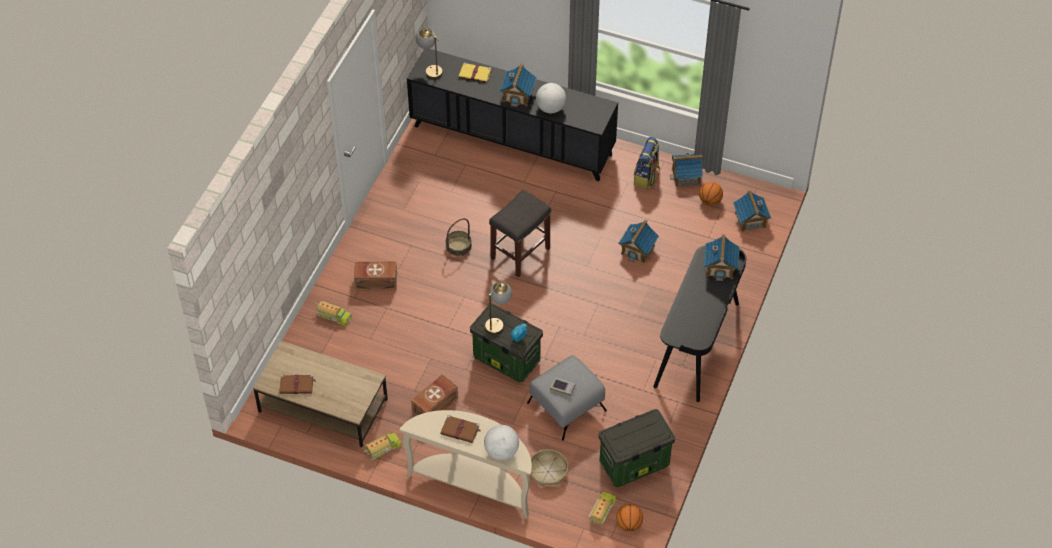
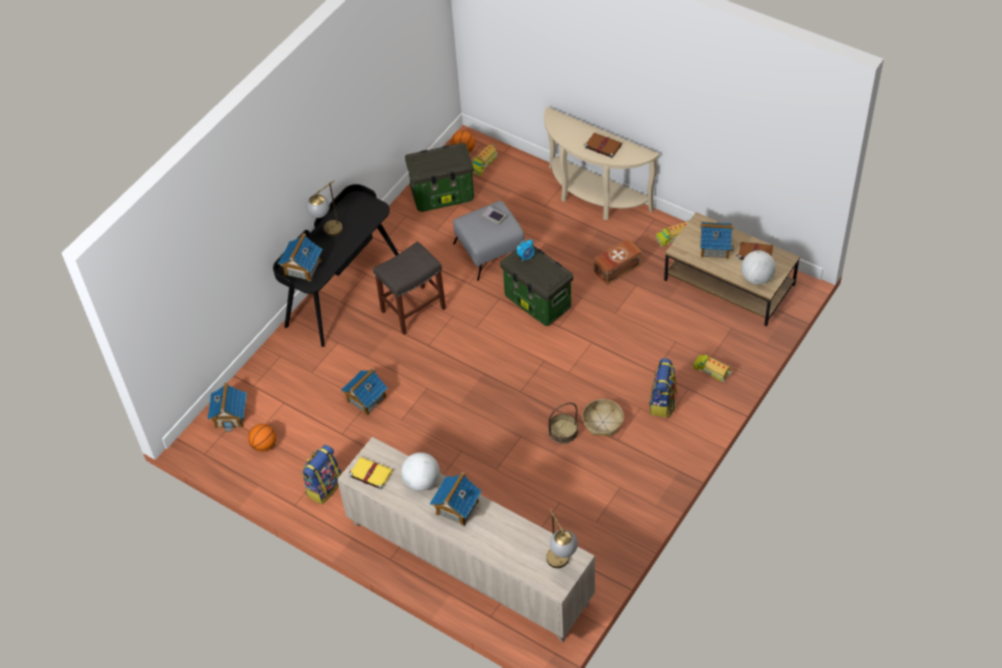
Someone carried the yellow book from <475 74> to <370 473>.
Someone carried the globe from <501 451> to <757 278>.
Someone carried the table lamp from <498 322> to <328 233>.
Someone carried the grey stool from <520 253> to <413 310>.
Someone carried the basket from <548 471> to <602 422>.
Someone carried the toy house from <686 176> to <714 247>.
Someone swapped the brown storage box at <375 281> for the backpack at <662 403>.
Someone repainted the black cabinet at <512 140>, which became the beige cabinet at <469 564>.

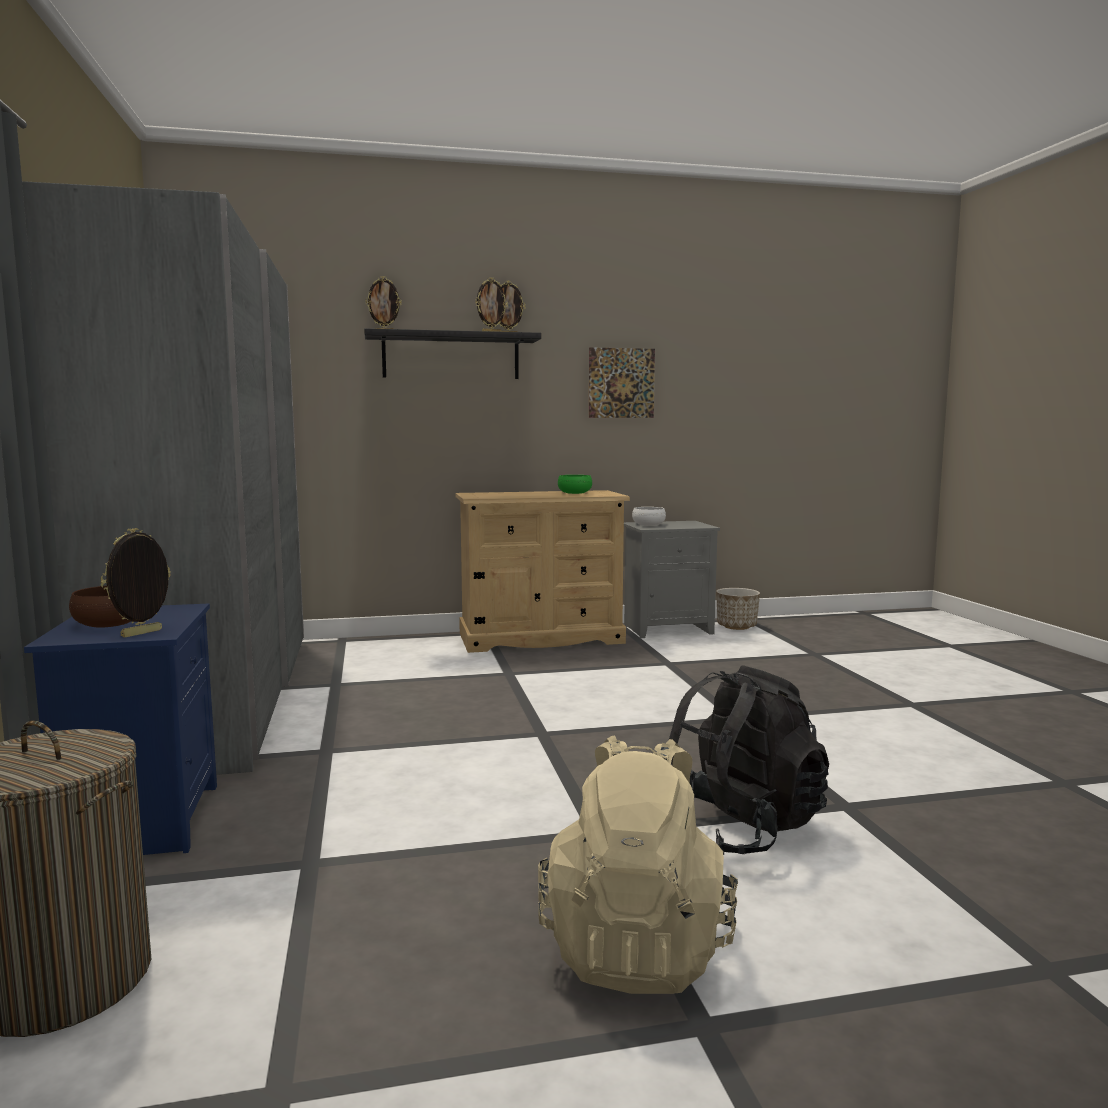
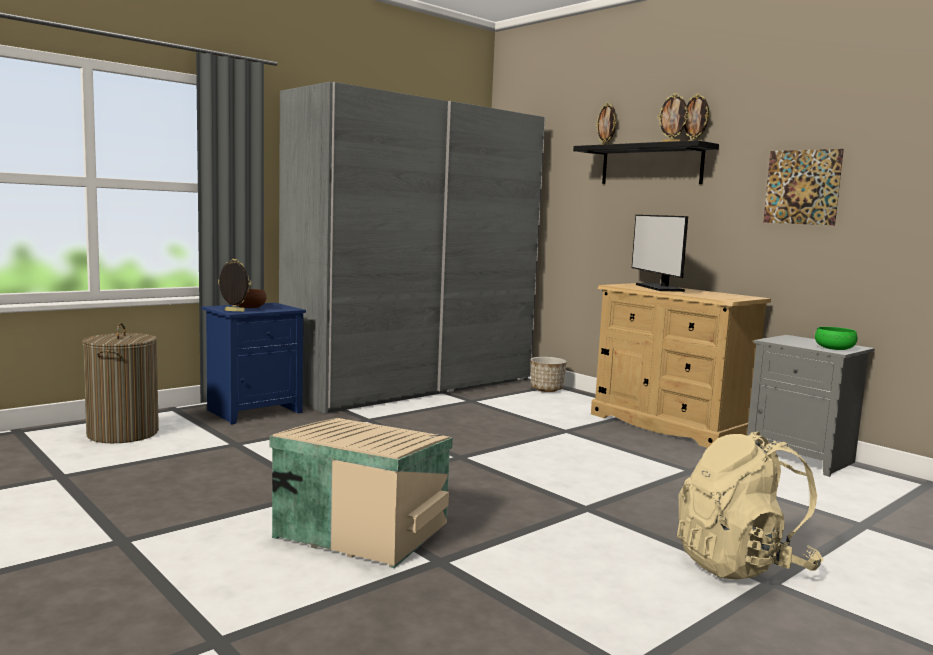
Someone took away the white bowl at <648 524>.
Someone put down the monitor at <659 288>.
Someone carried the beige backpack from <637 947> to <742 565>.
Someone carried the green bowl from <575 493> to <834 348>.
Someone carried the planter from <737 626> to <546 389>.
Someone swapped the black backpack at <740 828> for the beige storage box at <362 528>.

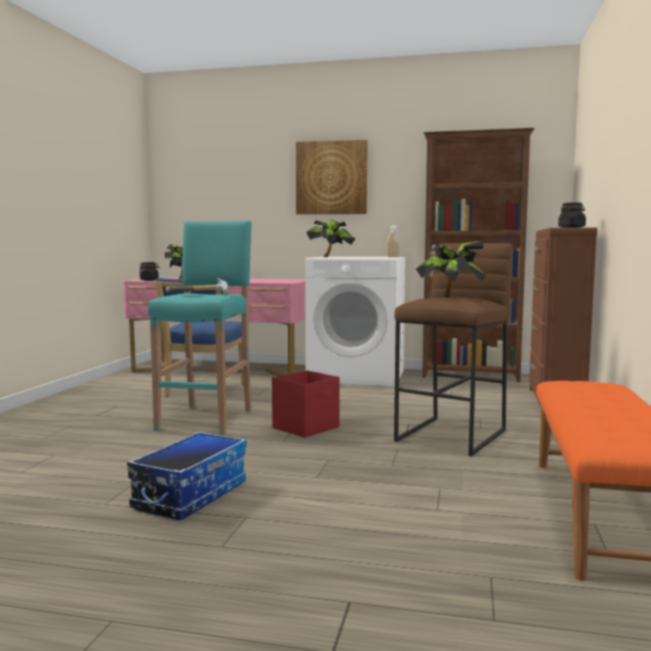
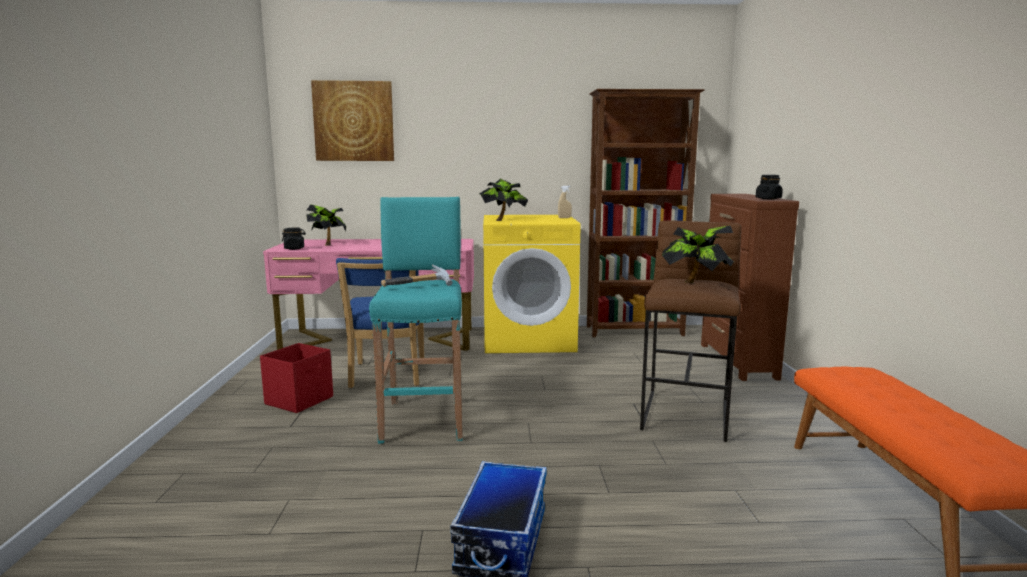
Someone carried the red storage box from <306 427> to <300 400>.
Someone carried the picture from <331 178> to <354 121>.
Someone repainted the white washing machine at <357 376>, which became the yellow washing machine at <529 340>.

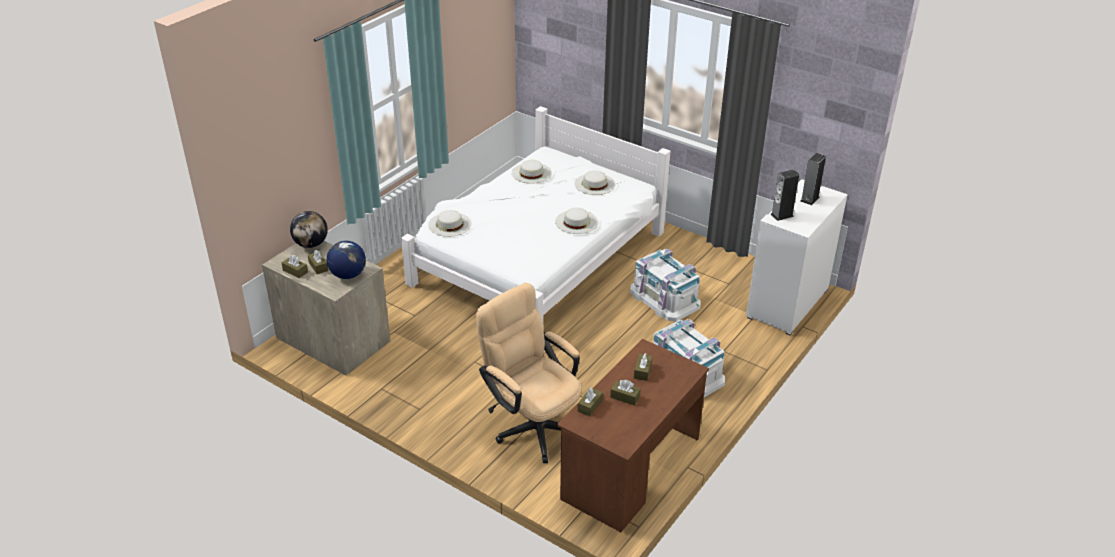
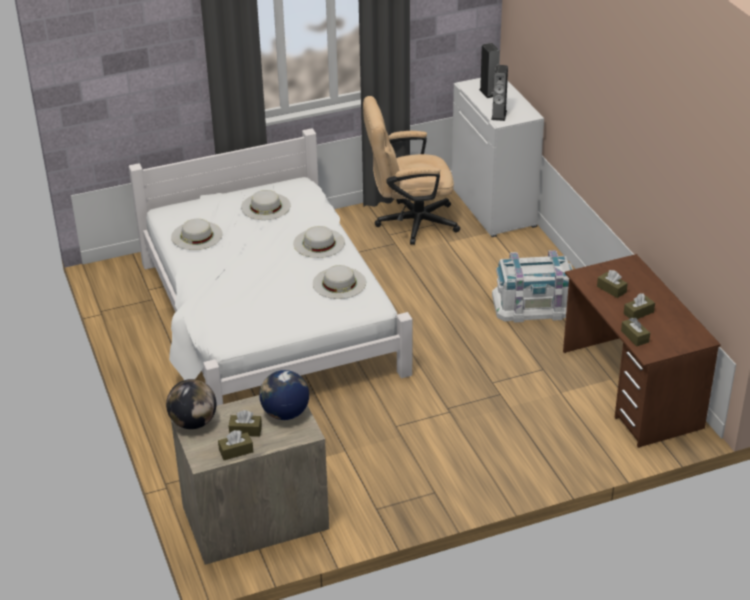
Someone took away the white storage box at <665 298>.
Someone carried the white hat from <449 224> to <339 283>.
Someone carried the beige office chair from <532 424> to <409 222>.

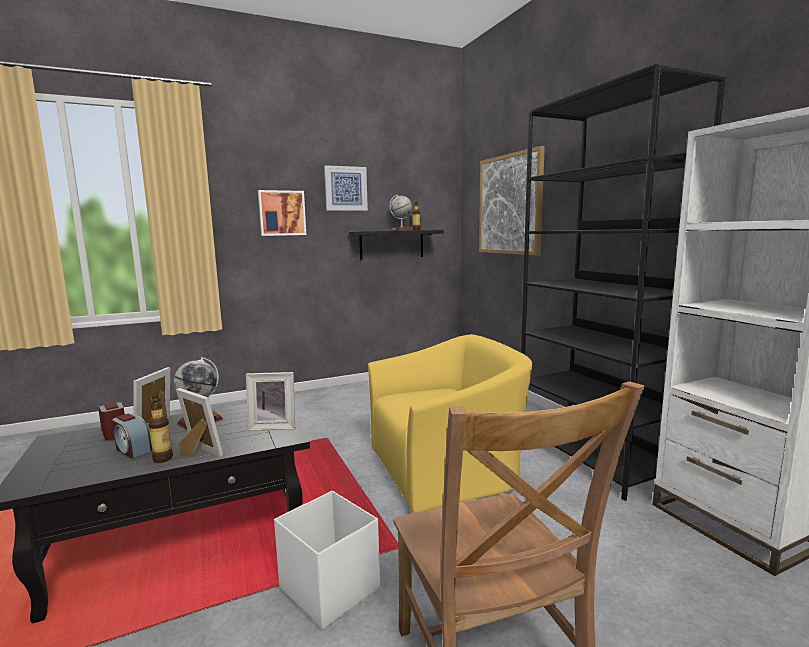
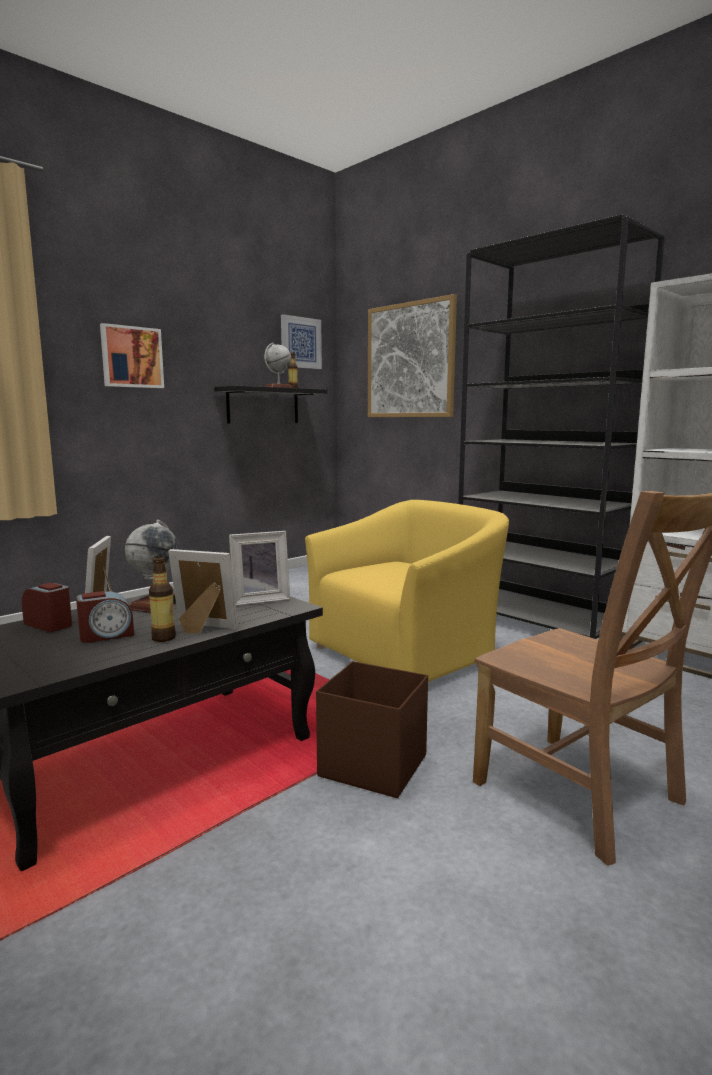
Someone carried the picture from <345 188> to <300 342>.
Someone repainted the white storage box at <329 587>, which became the brown storage box at <372 765>.
Someone rotated the alarm clock at <133 449> by 45 degrees counterclockwise.

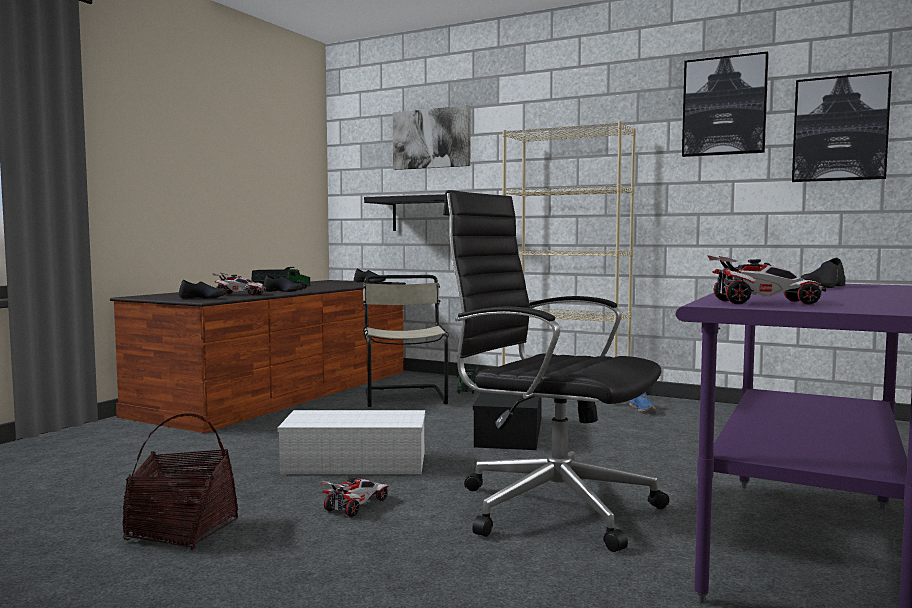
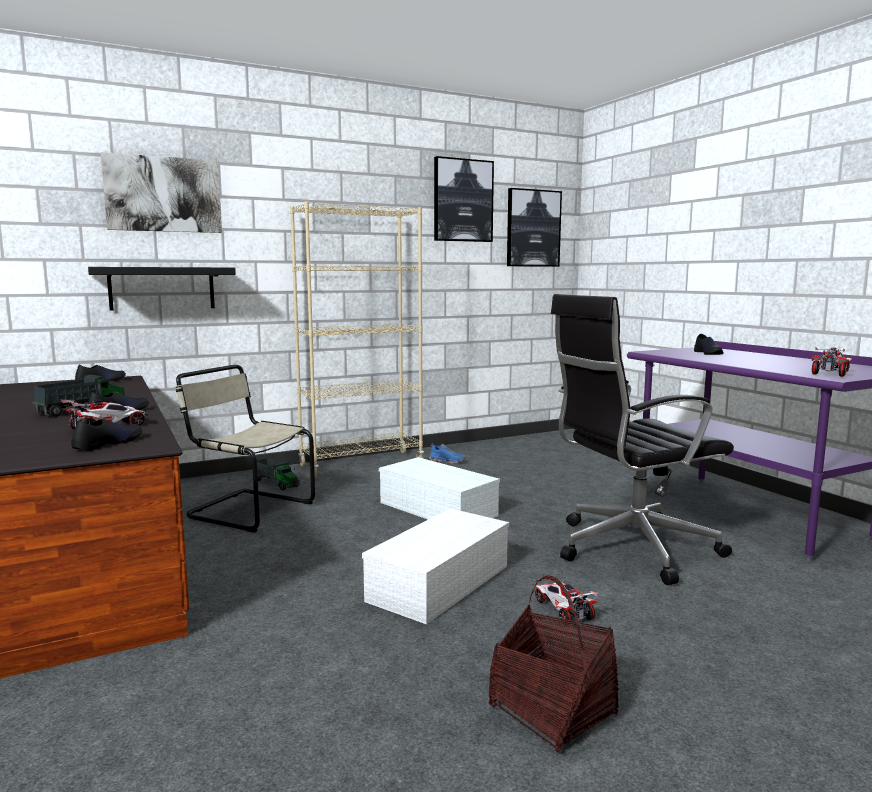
Someone repainted the black storage box at <511 432>, which became the white storage box at <439 509>.

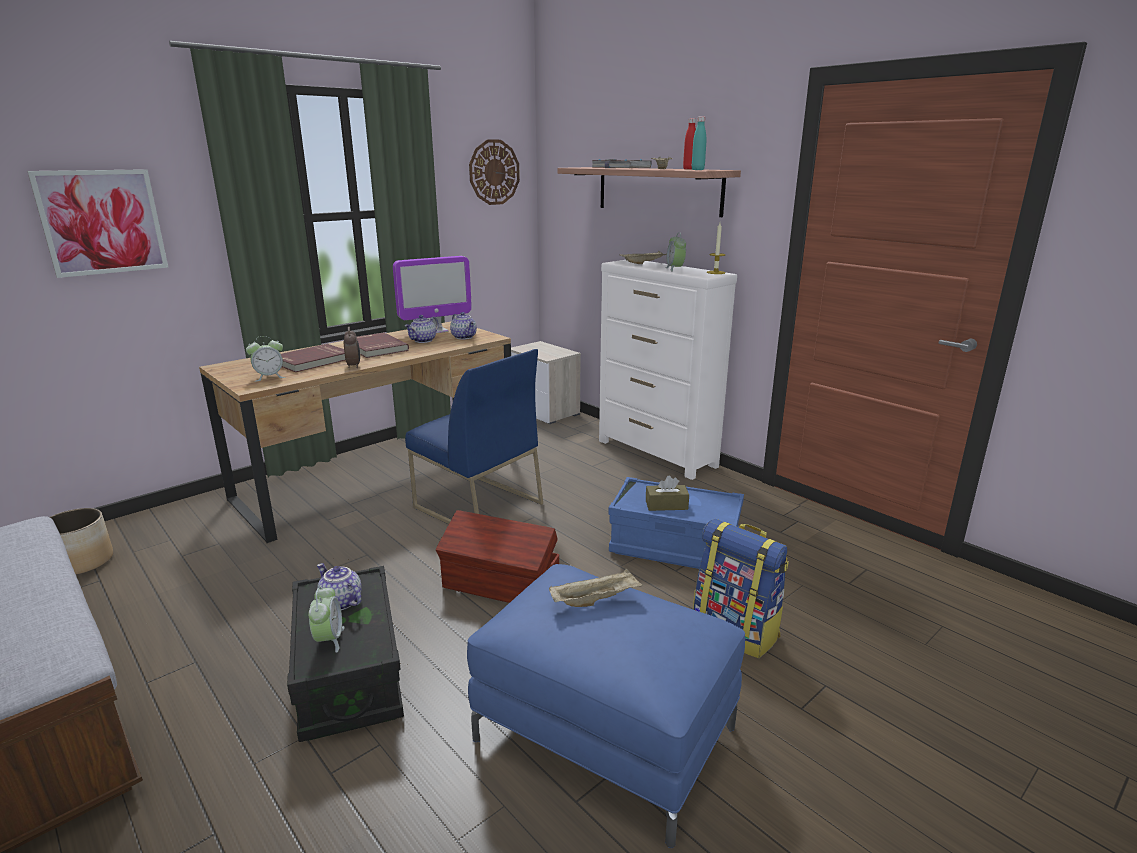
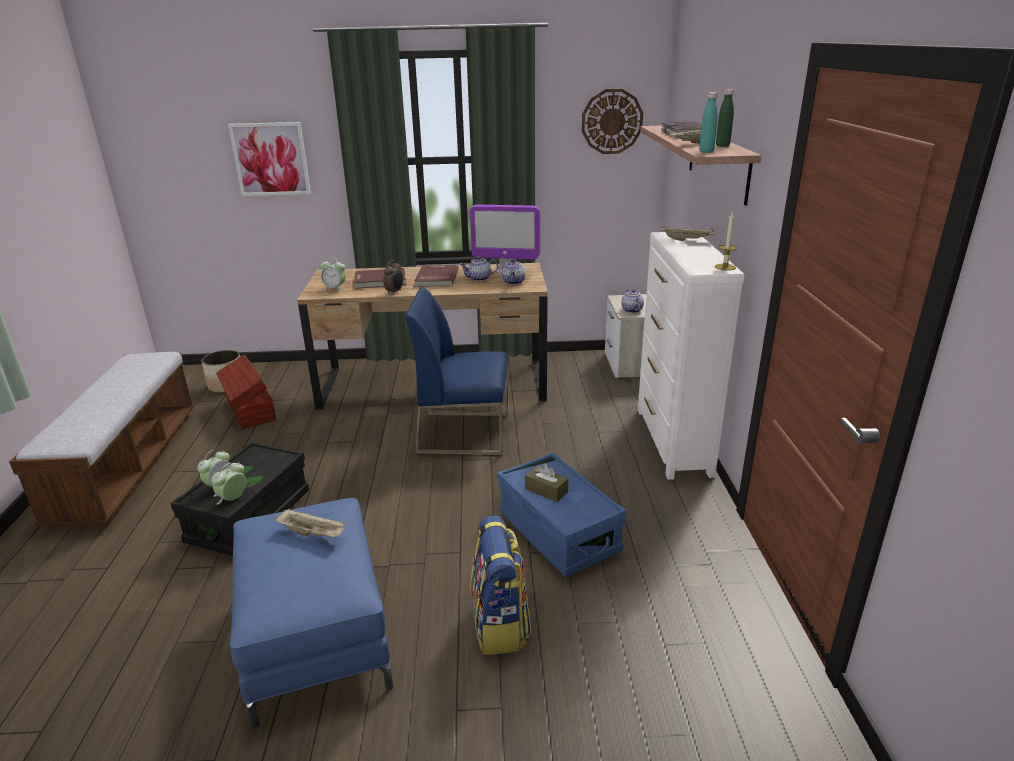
Someone carried the teapot from <340 602> to <631 310>.
Someone carried the brown storage box from <501 586> to <250 410>.
Someone carried the alarm clock from <675 269> to <233 499>.
Someone repainted the red bottle at <689 169>, which became the green bottle at <722 146>.
Someone rotated the blue chair at <477 505> by 105 degrees clockwise.

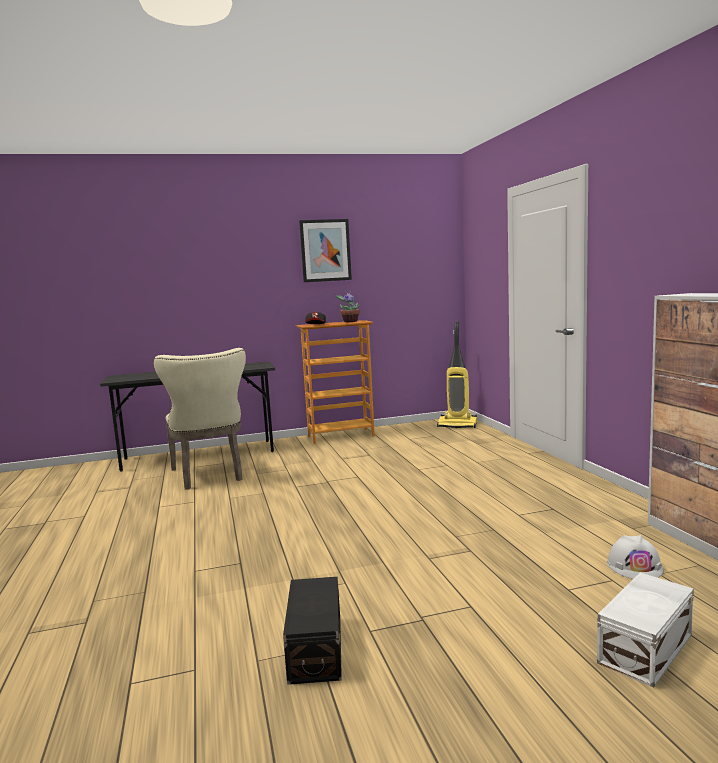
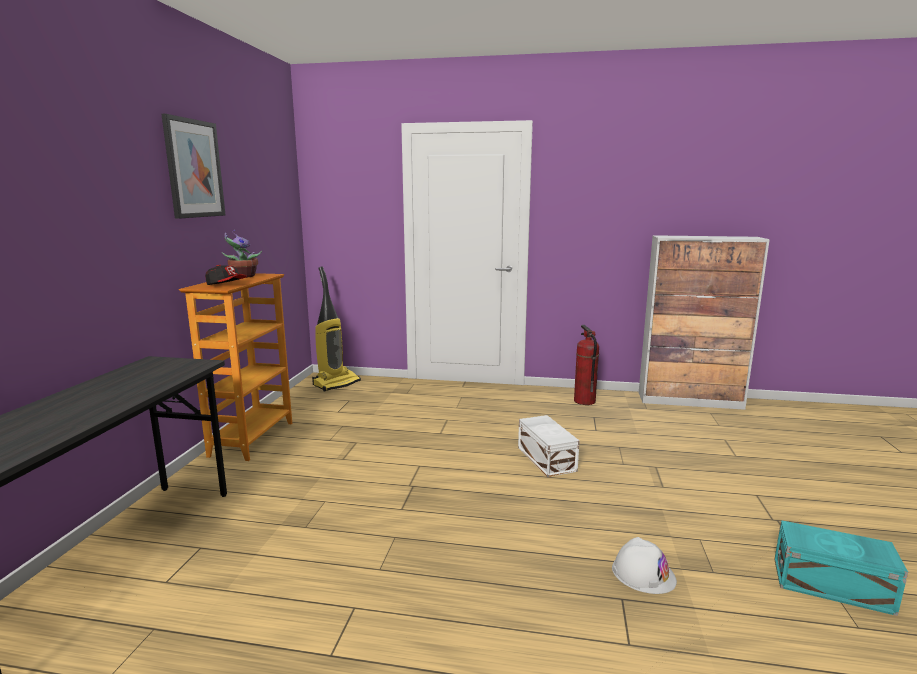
Someone took away the beige chair at <210 475>.
Someone put down the fire extinguisher at <584 401>.
Someone carried the white storage box from <647 648> to <546 458>.
Someone carried the white hard hat from <634 566> to <643 573>.
Someone repainted the black storage box at <314 650>, which became the turquoise storage box at <833 587>.

